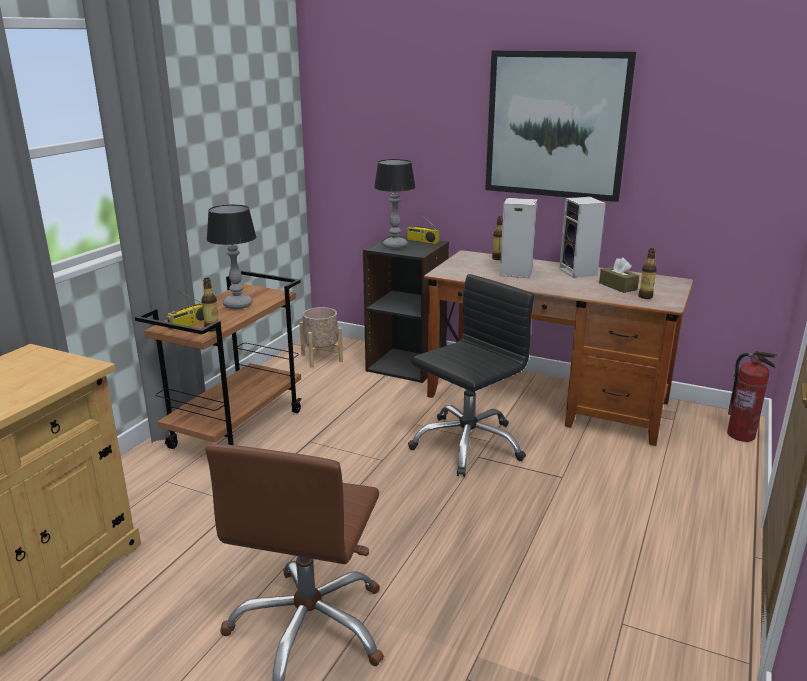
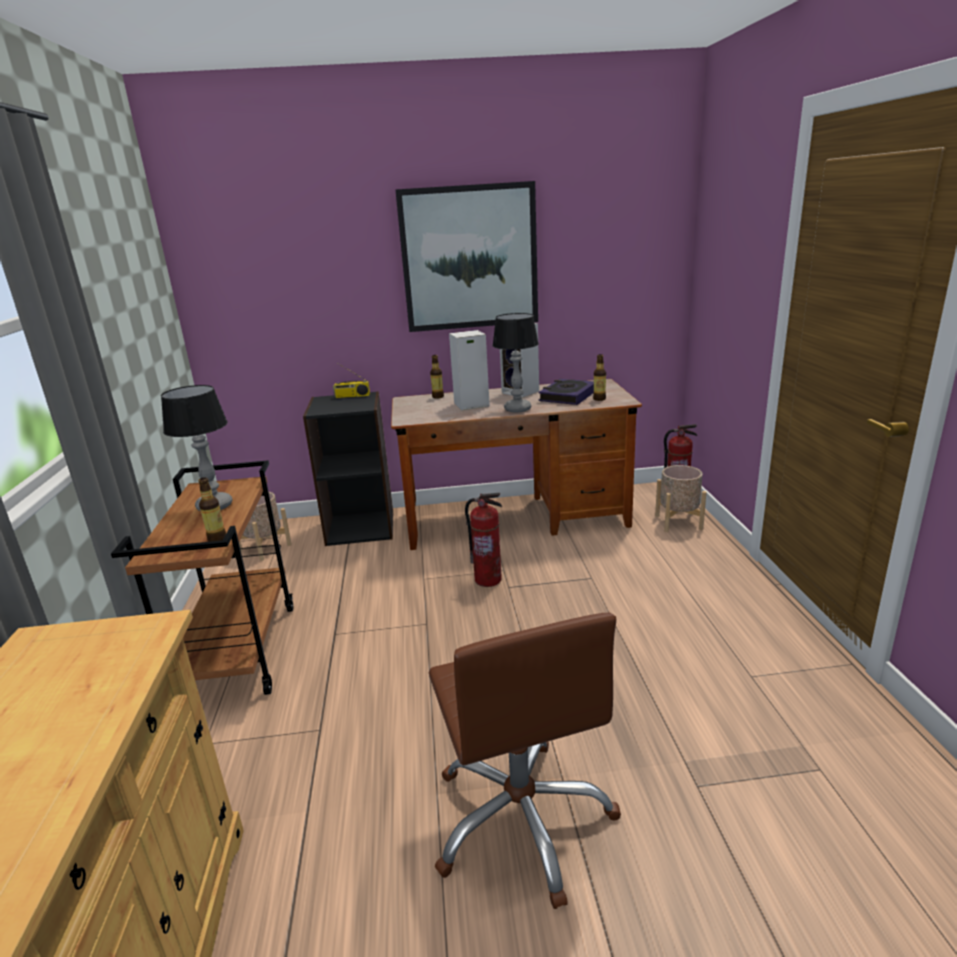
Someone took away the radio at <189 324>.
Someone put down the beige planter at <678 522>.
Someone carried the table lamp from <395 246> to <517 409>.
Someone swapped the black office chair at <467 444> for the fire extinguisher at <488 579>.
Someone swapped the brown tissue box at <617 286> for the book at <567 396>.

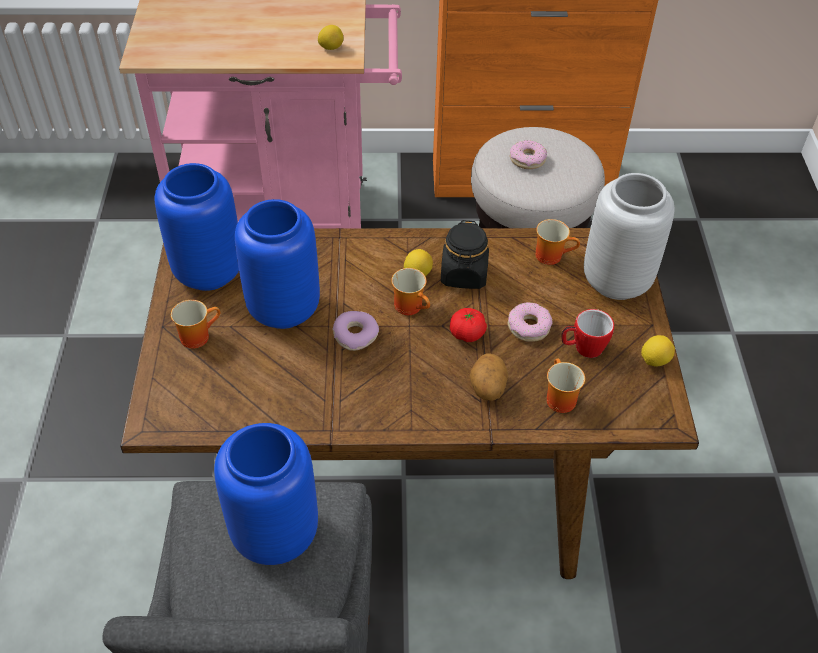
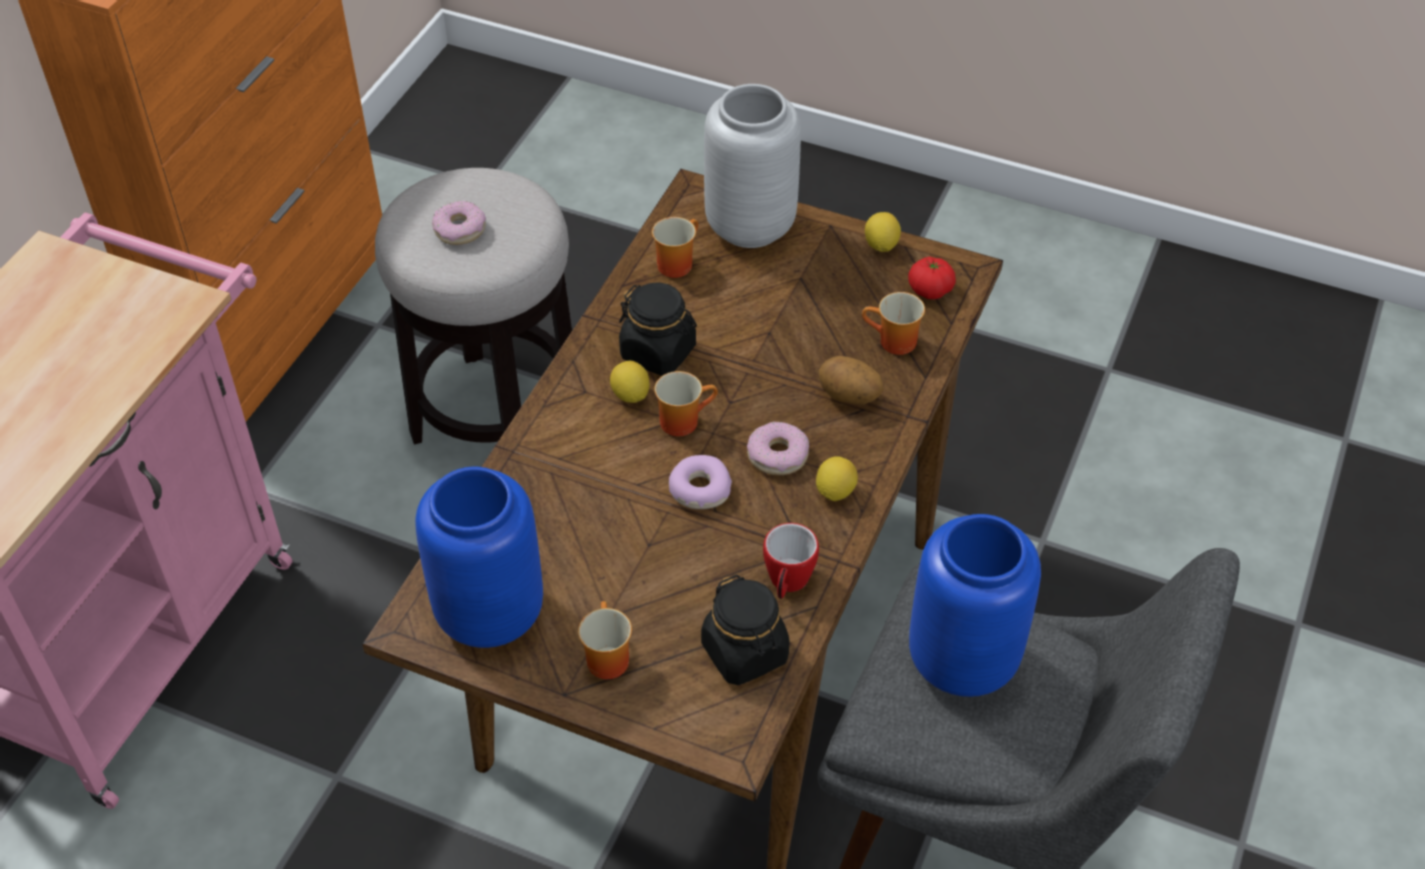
Someone took away the blue vase at <283 308>.
Someone put down the black jar at <745 653>.
Someone carried the lemon from <331 47> to <835 491>.
Someone carried the tomato from <467 333> to <930 290>.
Someone carried the donut from <528 327> to <777 455>.
Someone carried the mug from <582 348> to <787 584>.

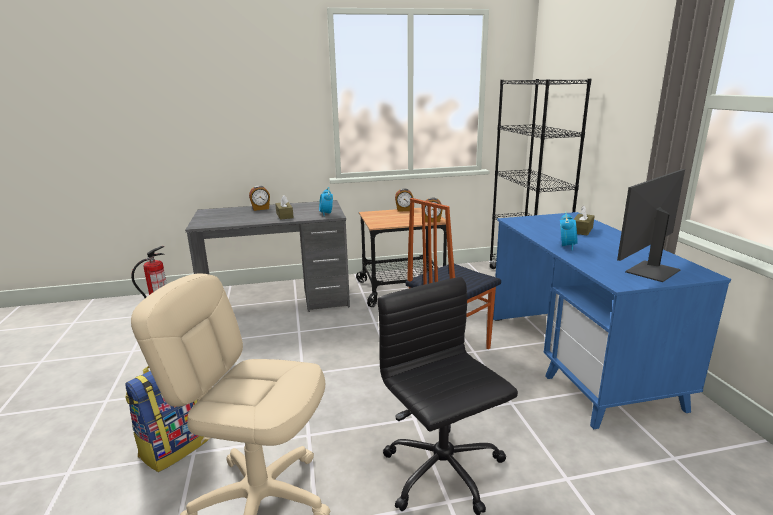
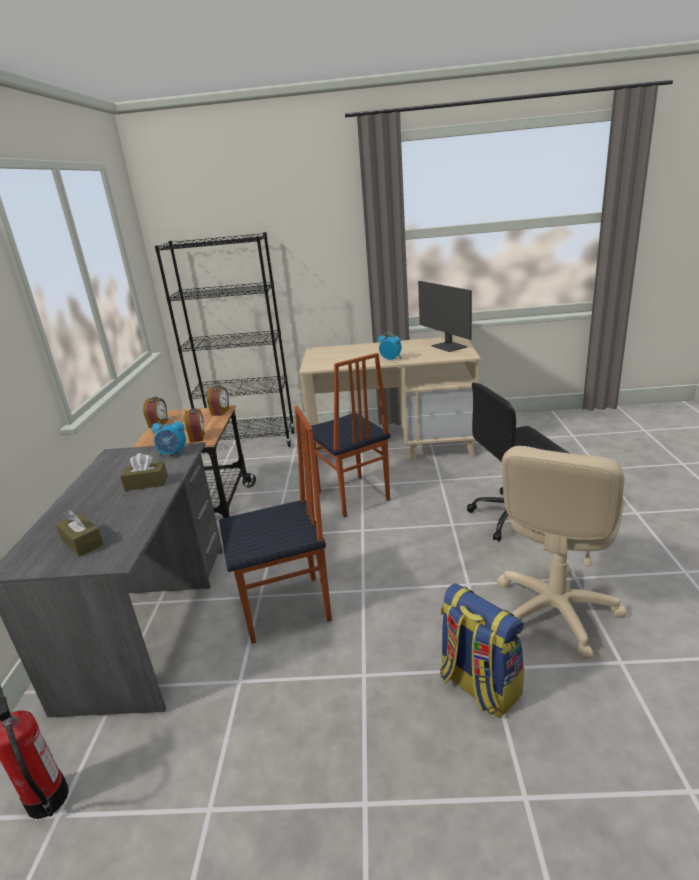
Someone put down the chair at <287 609>.
Someone carried the alarm clock from <260 208> to <198 437>.
Someone carried the brown tissue box from <582 230> to <82 542>.
Someone repainted the blue desk at <578 360>, which became the beige desk at <393 445>.

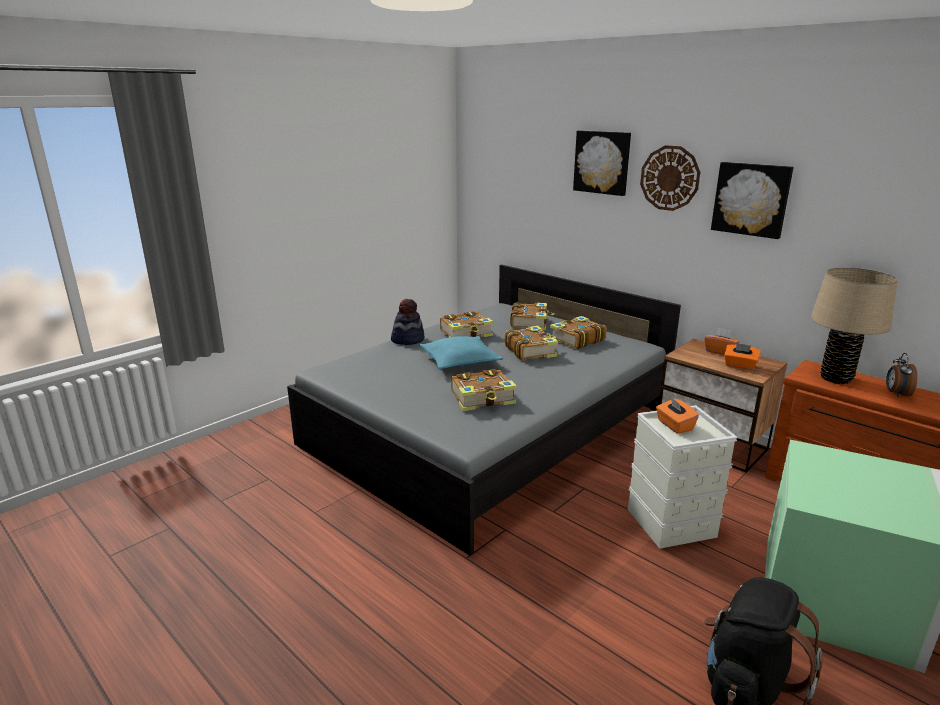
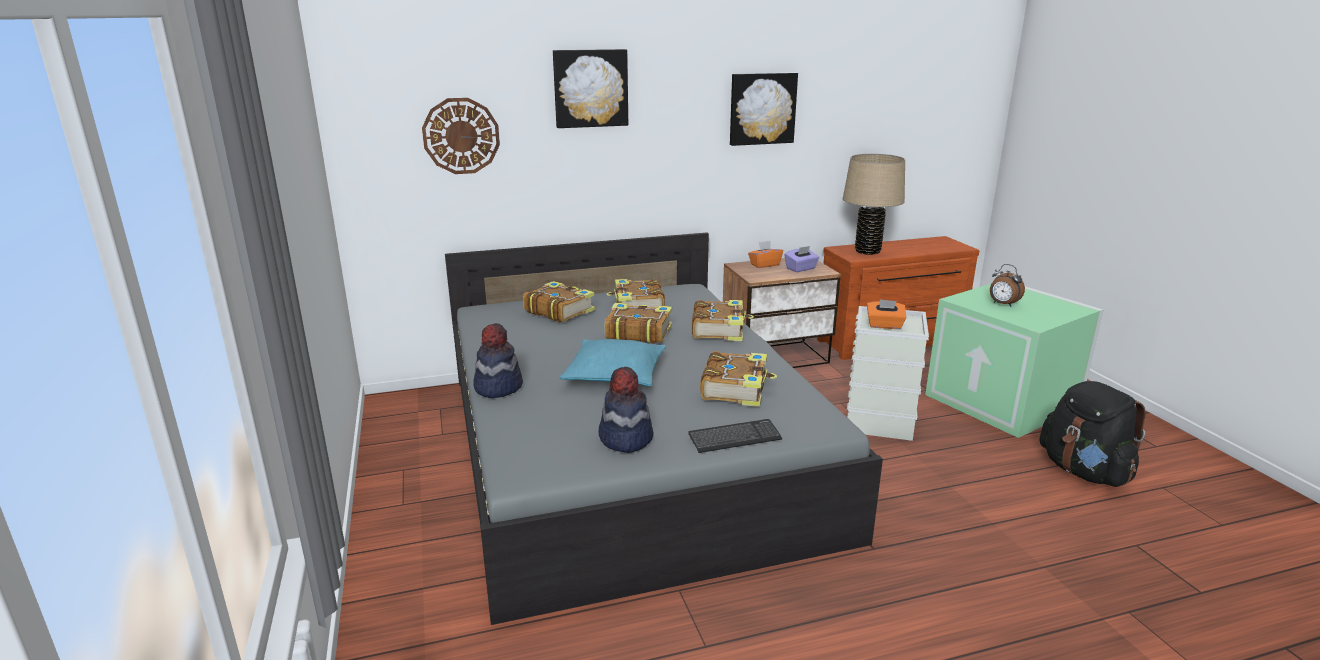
Someone put down the hat at <625 438>.
Someone put down the keyboard at <734 438>.
Someone carried the book from <466 334> to <719 329>.
Someone carried the wall clock from <669 178> to <461 136>.
Someone carried the alarm clock from <896 394> to <1002 304>.
Someone repainted the orange tissue box at <740 366>, which became the purple tissue box at <801 269>.

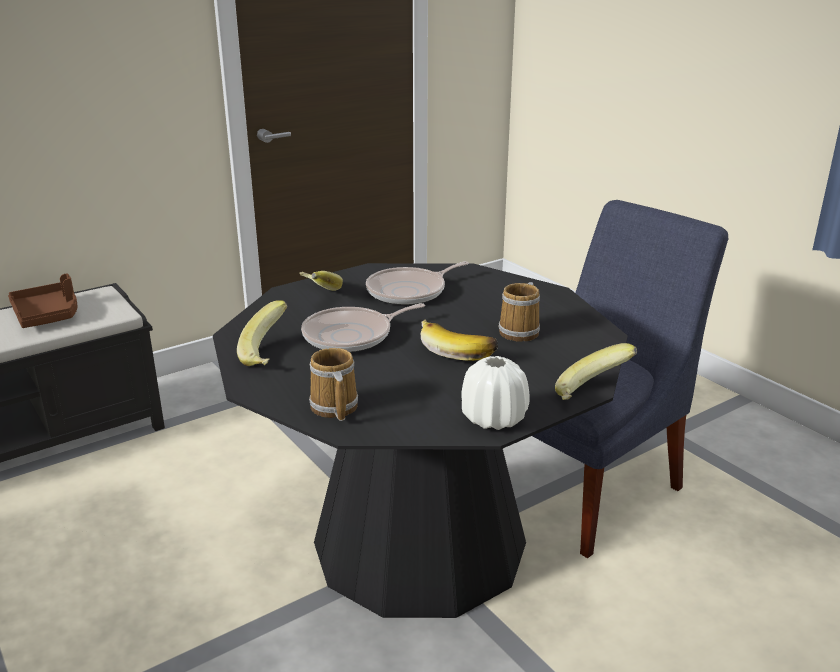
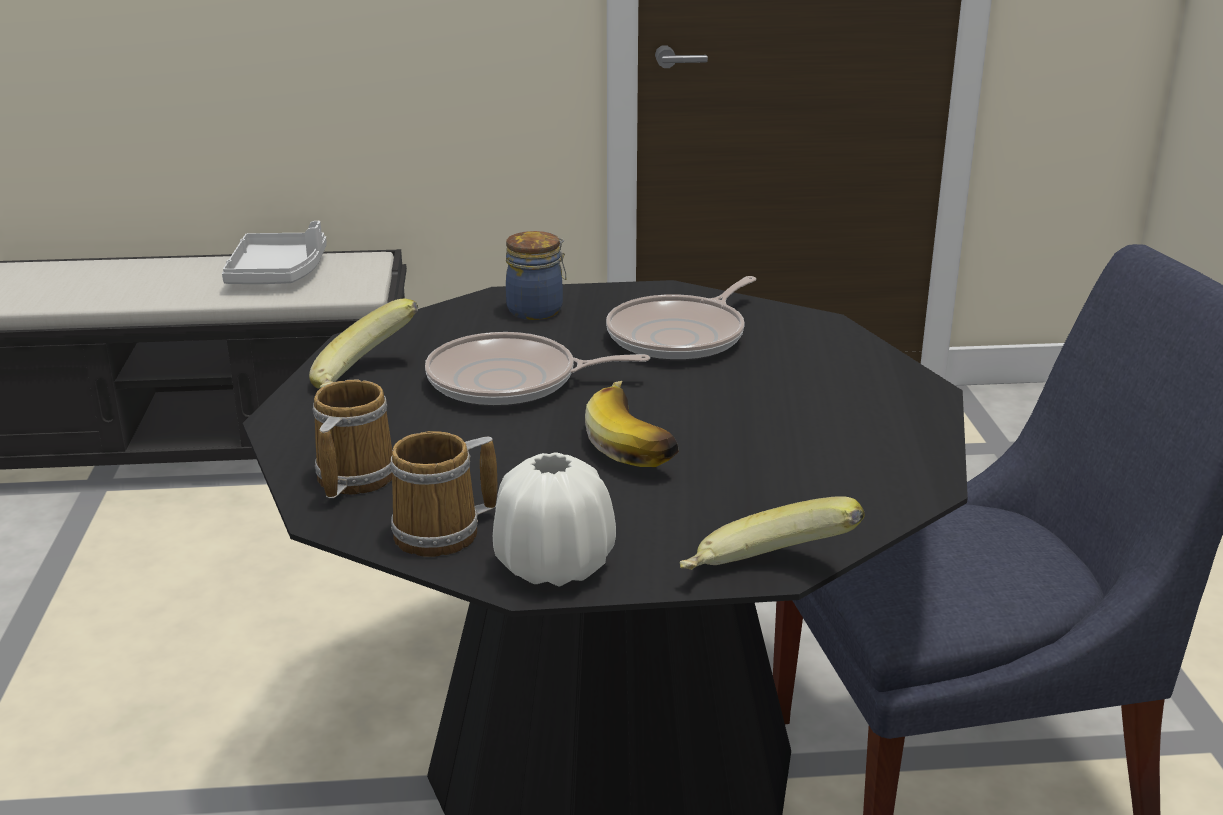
Someone carried the mug from <521 331> to <443 533>.
Someone swapped the banana at <316 294> for the jar at <537 310>.
Someone repainted the brown tray at <48 315>, which became the grey tray at <278 274>.
Someone rotated the frying pan at <410 291> by 45 degrees counterclockwise.

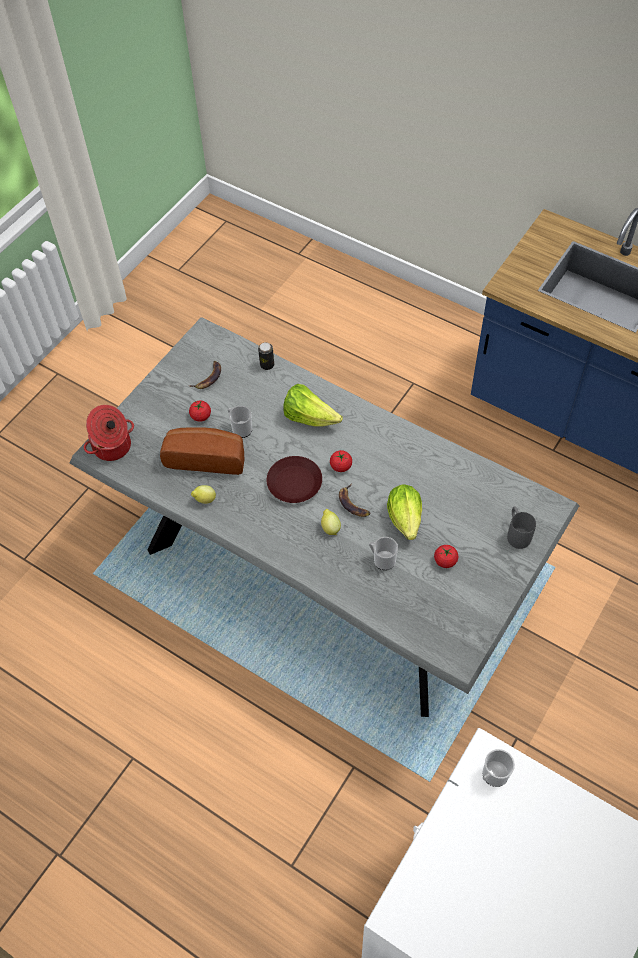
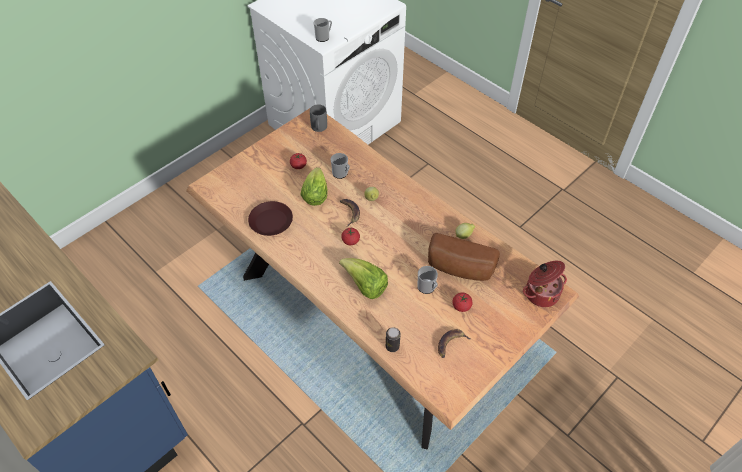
Someone carried the brown plate from <295 483> to <270 221>.
Someone carried the grey mug from <516 533> to <319 129>.
Someone repainted the grey dining table at <323 570>, which became the brown dining table at <370 318>.

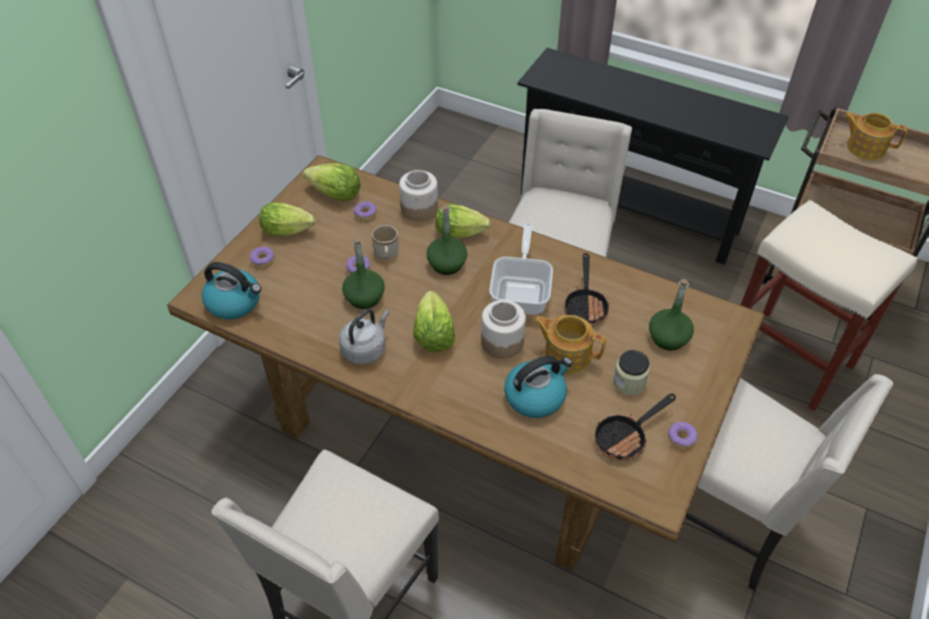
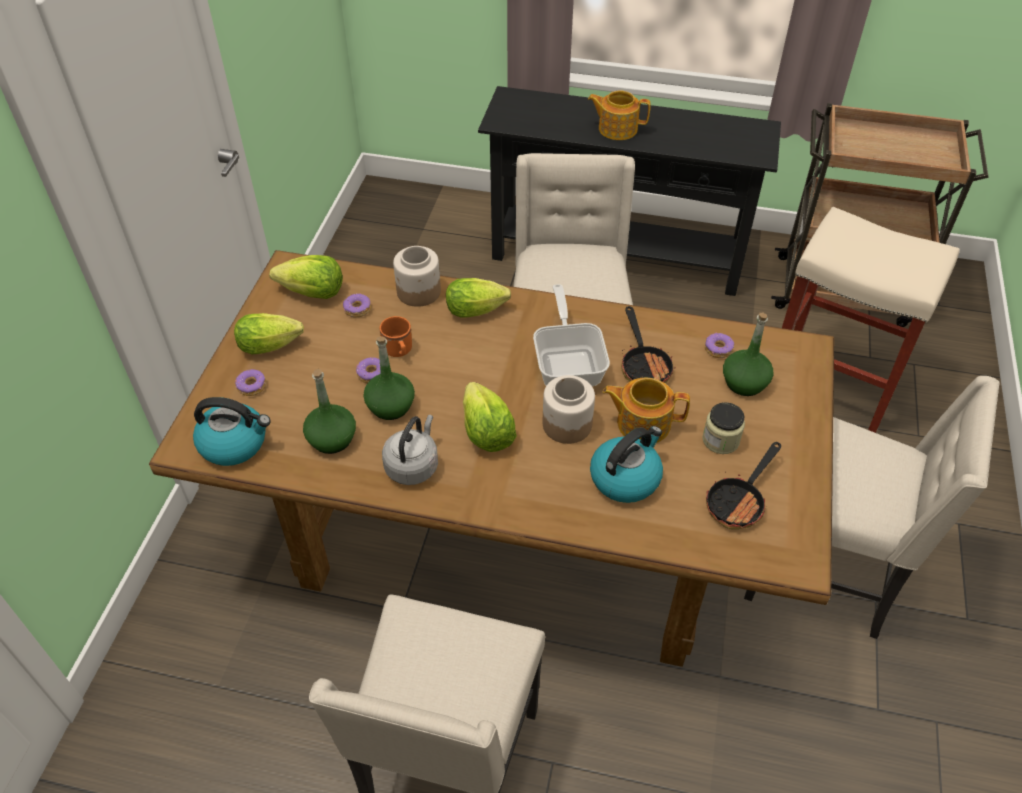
Someone carried the green bottle from <447 264> to <332 439>.
Someone carried the donut from <681 438> to <718 349>.
Someone carried the teapot from <865 147> to <617 128>.
Someone repainted the beige mug at <386 255>, which became the orange mug at <399 351>.

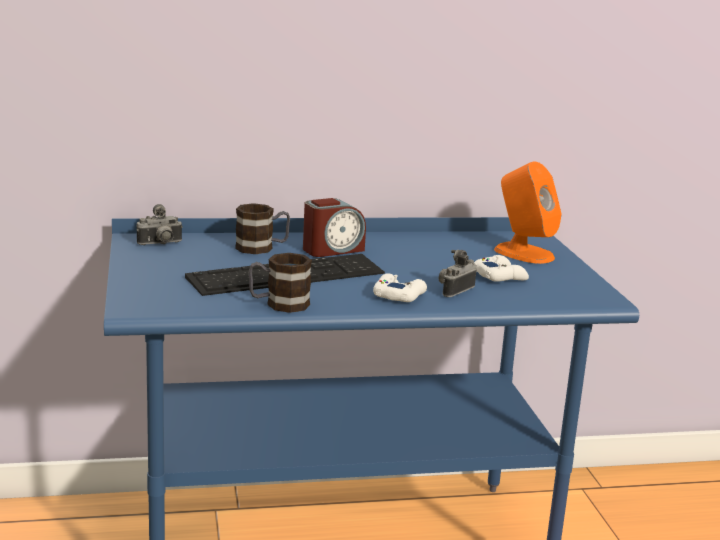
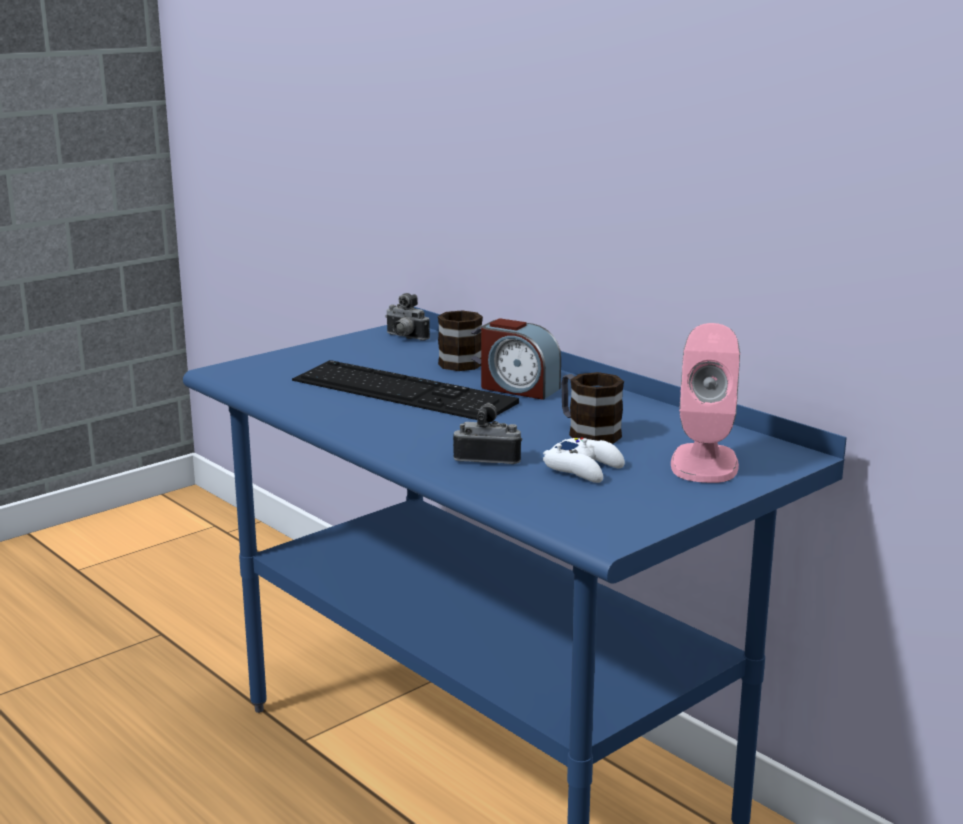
Someone took away the white game controller at <398 295>.
Someone carried the mug from <279 304> to <587 432>.
Someone repainted the orange speaker at <523 253>, which became the pink speaker at <704 463>.

